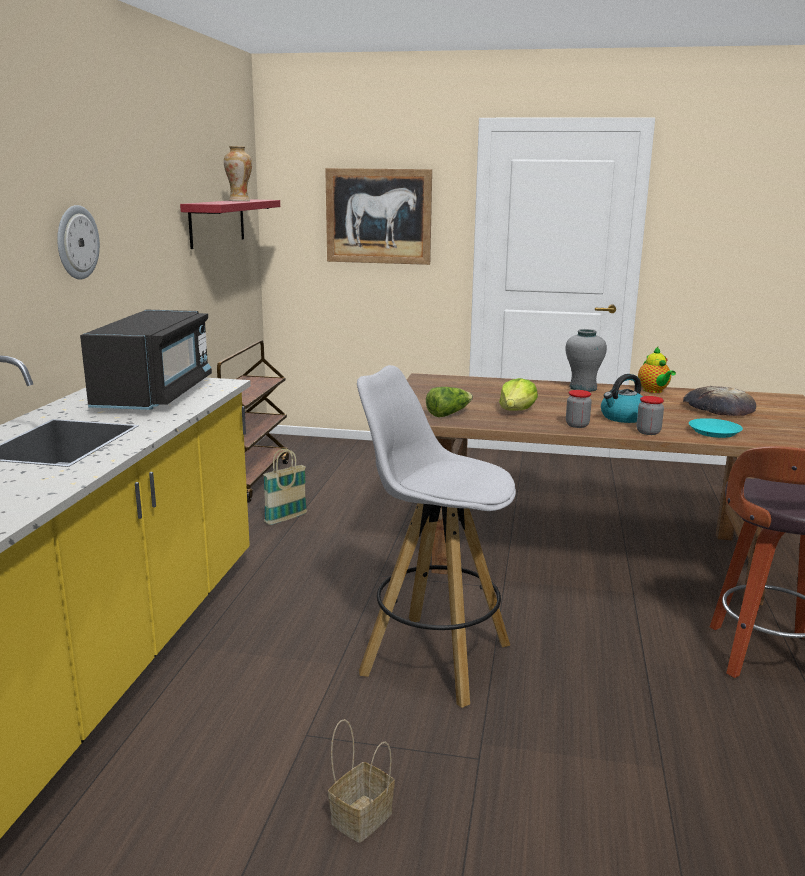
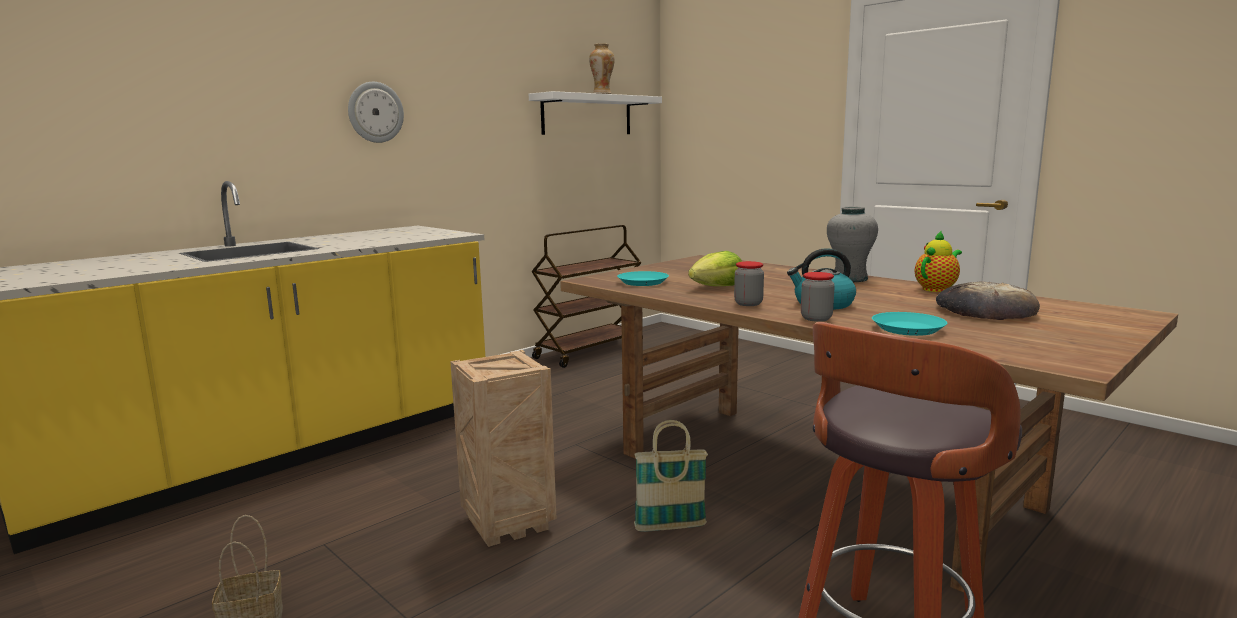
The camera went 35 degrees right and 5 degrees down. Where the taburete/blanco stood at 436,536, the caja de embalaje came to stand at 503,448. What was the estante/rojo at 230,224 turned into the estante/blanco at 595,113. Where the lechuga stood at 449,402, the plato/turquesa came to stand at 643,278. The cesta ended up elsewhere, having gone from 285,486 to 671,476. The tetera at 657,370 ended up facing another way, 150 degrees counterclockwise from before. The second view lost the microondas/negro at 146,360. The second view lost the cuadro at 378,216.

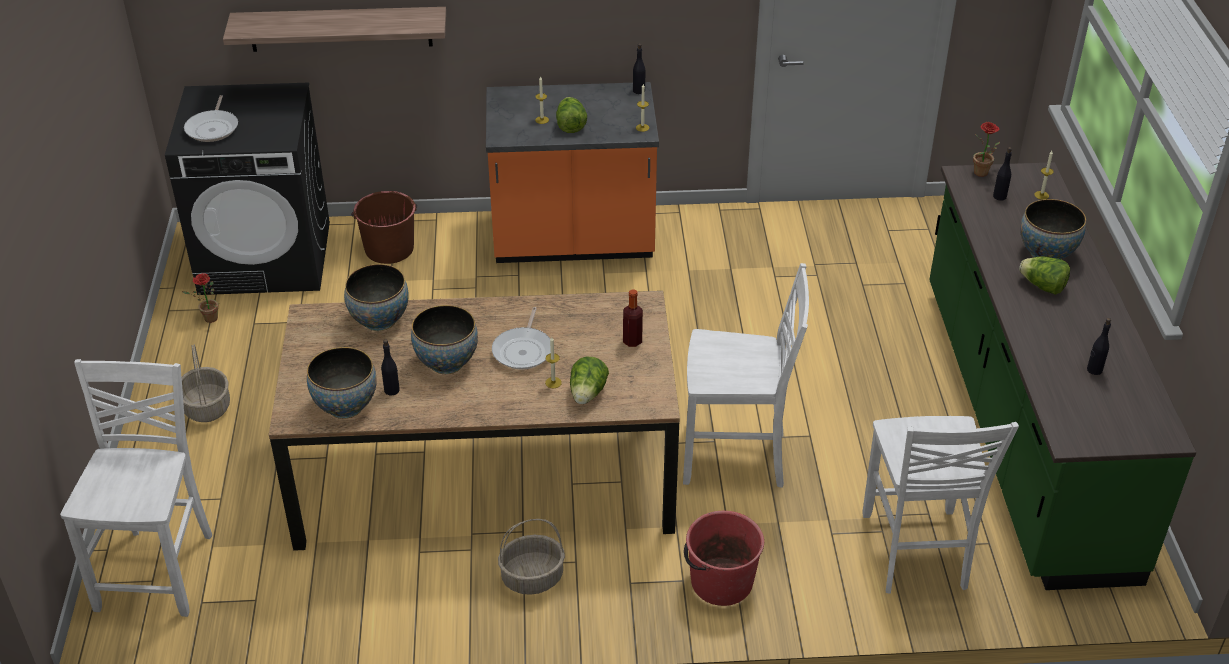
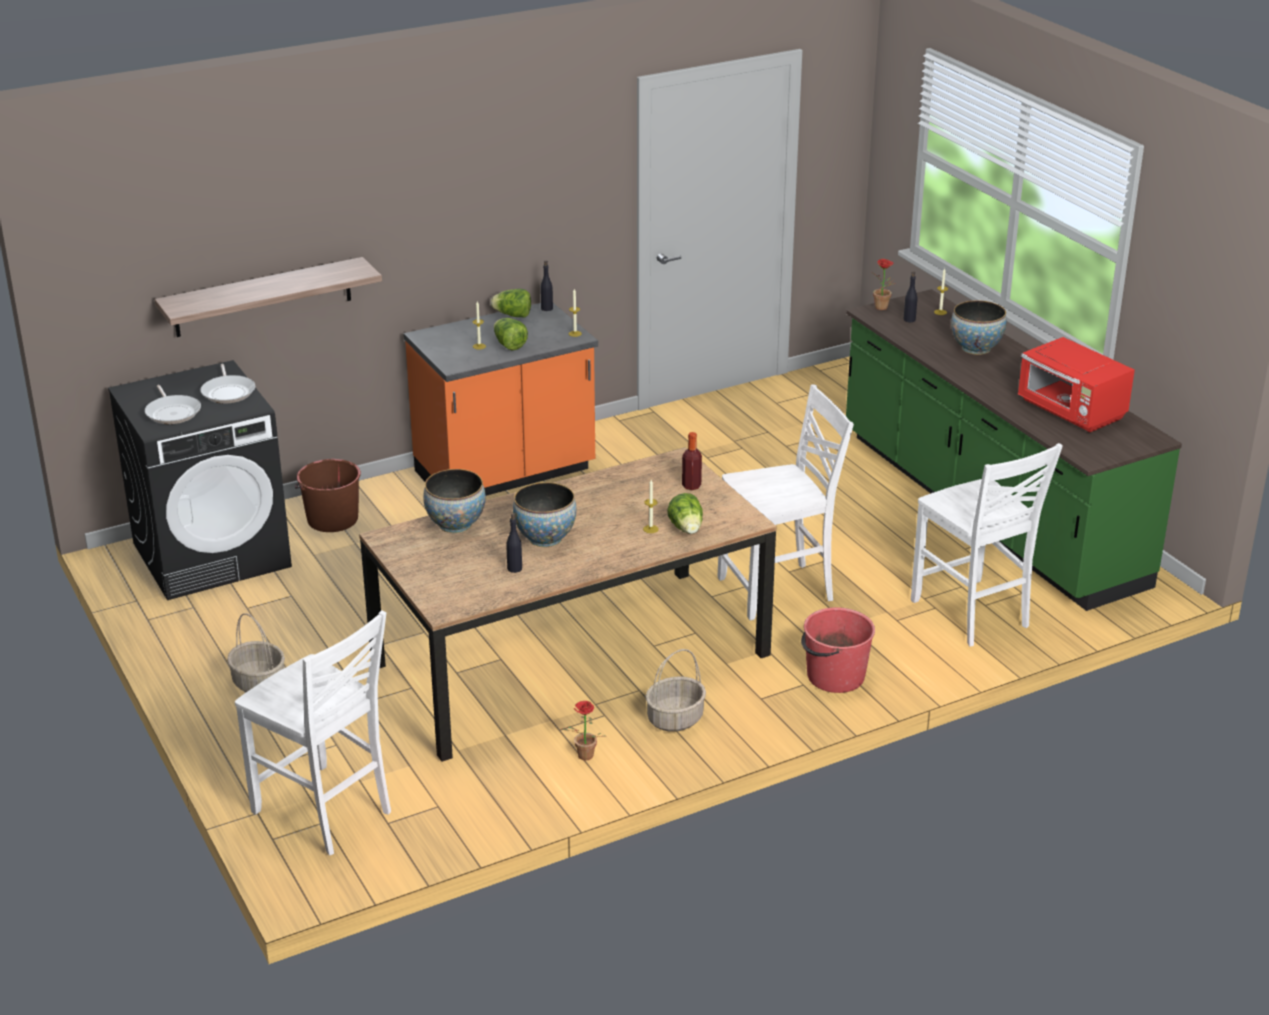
The camera went 25 degrees left and 10 degrees down. The sartén ended up elsewhere, having gone from 521,338 to 228,384. The silla/blanco at 136,488 ended up facing another way, 150 degrees clockwise from before. The lechuga ended up elsewhere, having gone from 1044,276 to 511,303. The planta en maceta ended up elsewhere, having gone from 200,298 to 583,730. Where the botella/negro stood at 1099,346, the microondas/rojo came to stand at 1076,384. The second view lost the cuenco at 342,383.

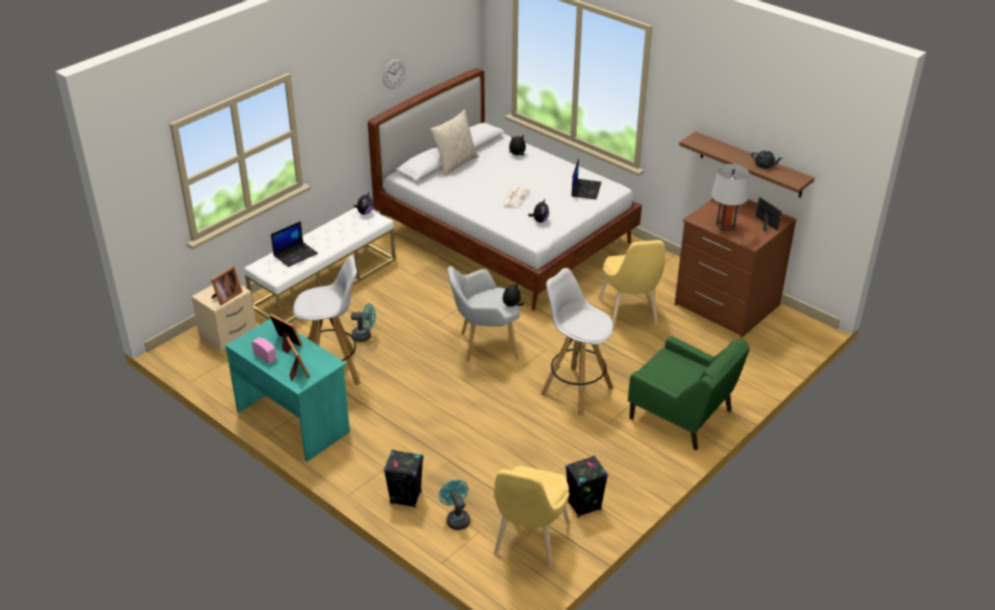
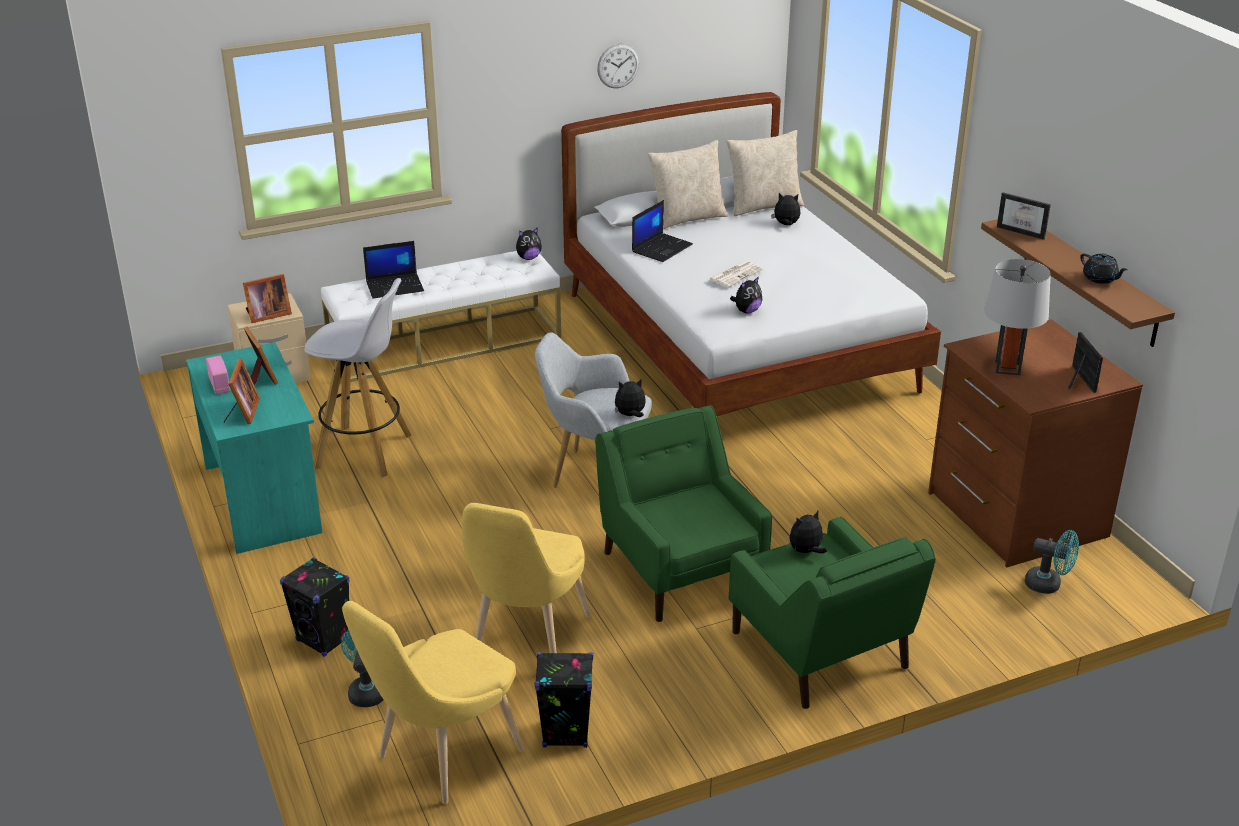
The camera went 25 degrees right and 5 degrees down. The silla/amarillo ended up elsewhere, having gone from 631,284 to 526,578. Where the taburete/blanco stood at 577,341, the sillón/verde came to stand at 683,513. The portátil ended up elsewhere, having gone from 586,178 to 662,231. The second view gained the cojín/beis at 765,173. The second view gained the peluche at 808,532. The second view gained the portarretratos at 1024,216. The ventilador/turquesa ended up elsewhere, having gone from 363,322 to 1052,562.

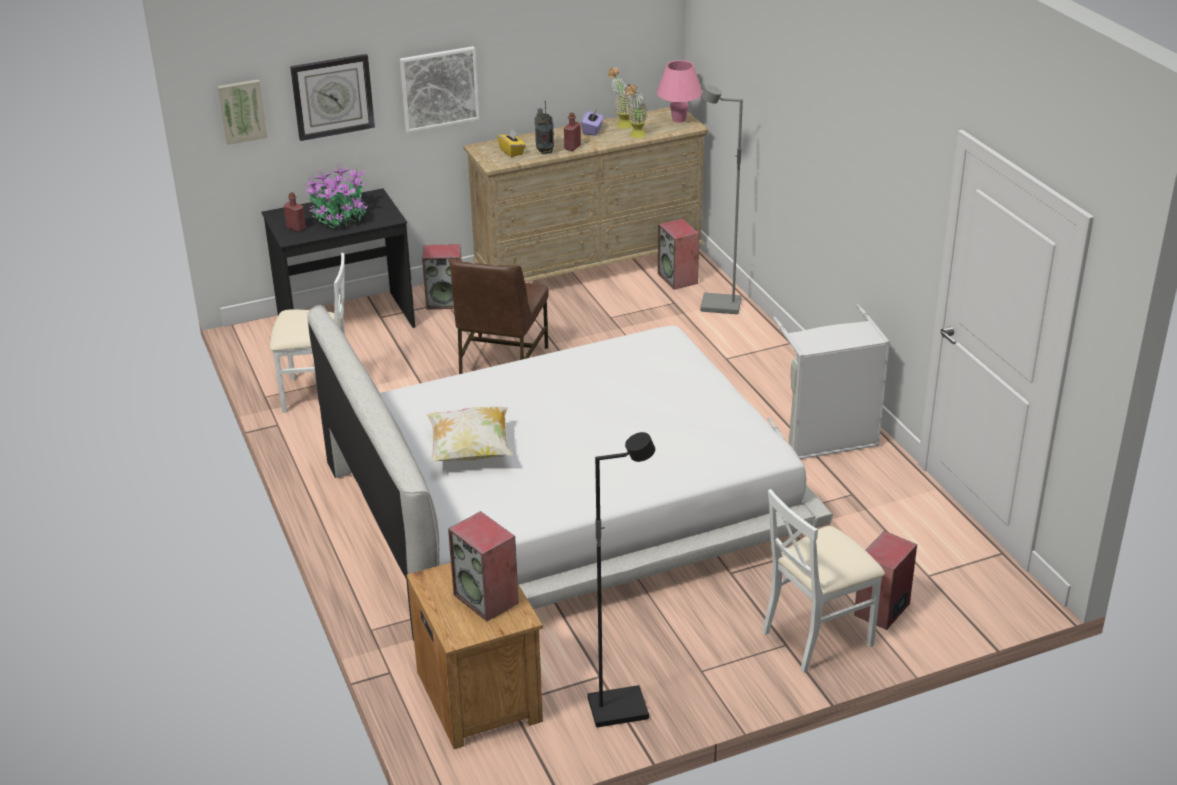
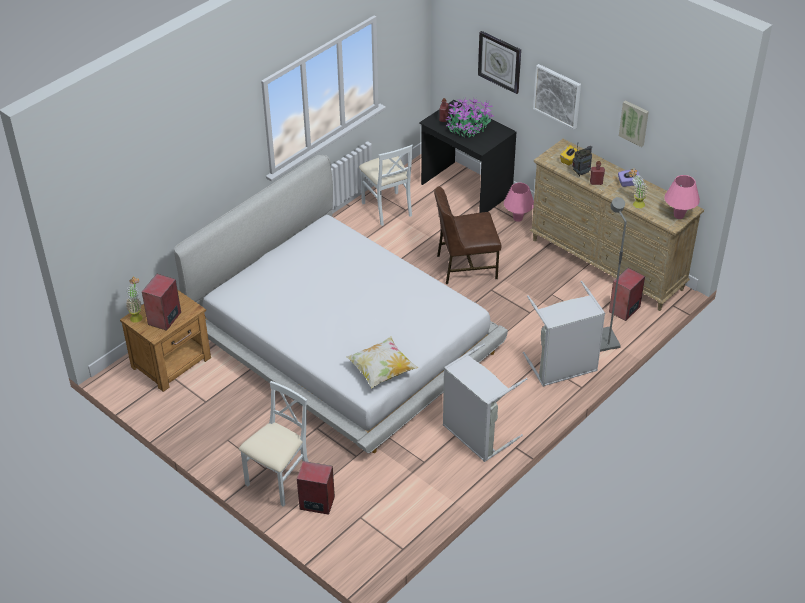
The camera went 65 degrees right and 10 degrees up. The planta en maceta ended up elsewhere, having gone from 620,98 to 134,299. The silla/blanco at 823,581 ended up facing another way, 90 degrees clockwise from before. The cojín ended up elsewhere, having gone from 469,434 to 382,362. Where the altavoz stood at 442,277, the lámpara de mesa/rosa came to stand at 519,202. The second view gained the cesto de la ropa/gris at 564,334. The cuadro ended up elsewhere, having gone from 242,112 to 634,123. The second view lost the lámpara de pie/negro at 621,579.

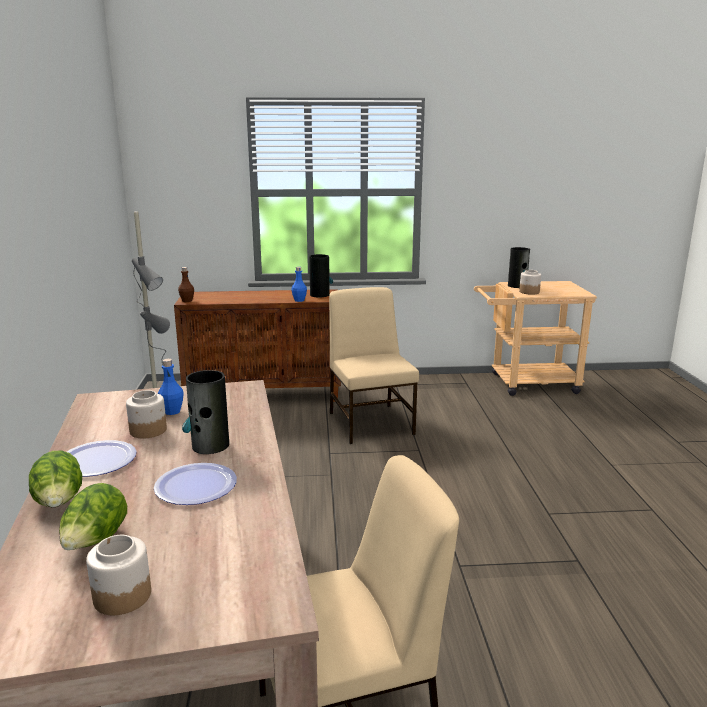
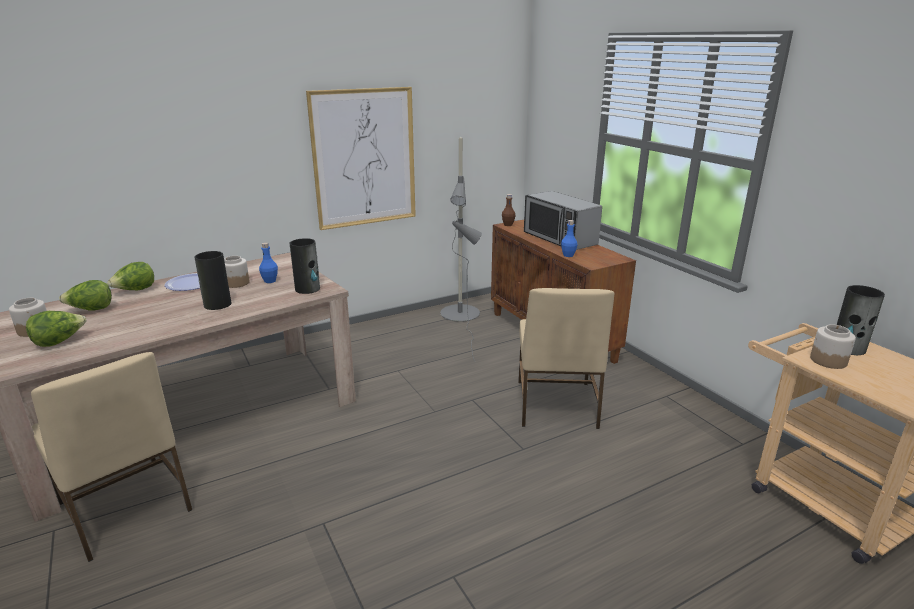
The camera went 65 degrees right and 5 degrees up. The second view gained the lechuga at 56,329. The florero ended up elsewhere, having gone from 321,275 to 305,266. The second view gained the cuadro at 361,158. The silla/beis at 374,365 ended up facing another way, 135 degrees clockwise from before. The second view gained the microondas at 563,220. The second view lost the plato at 195,484.

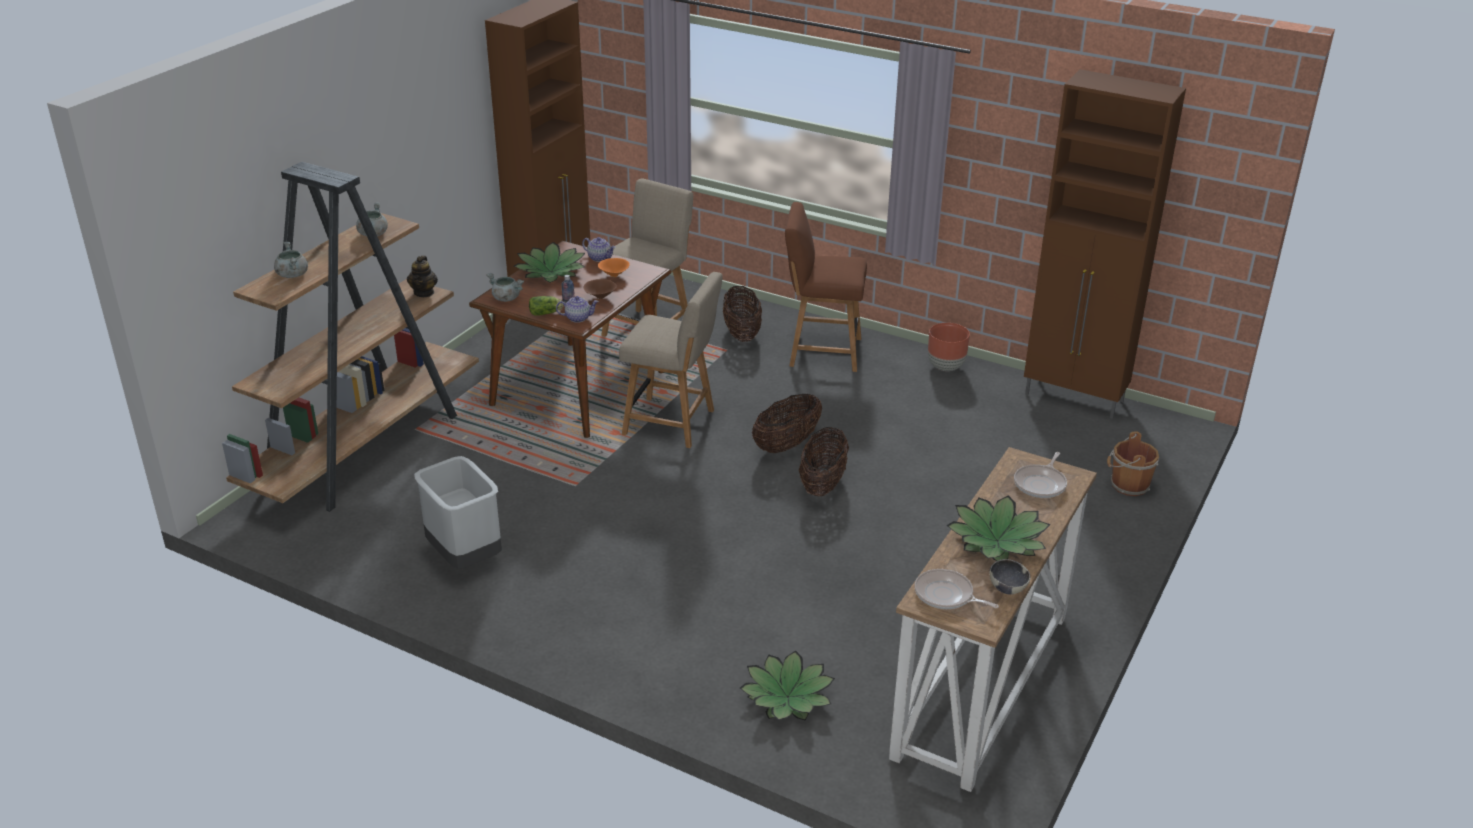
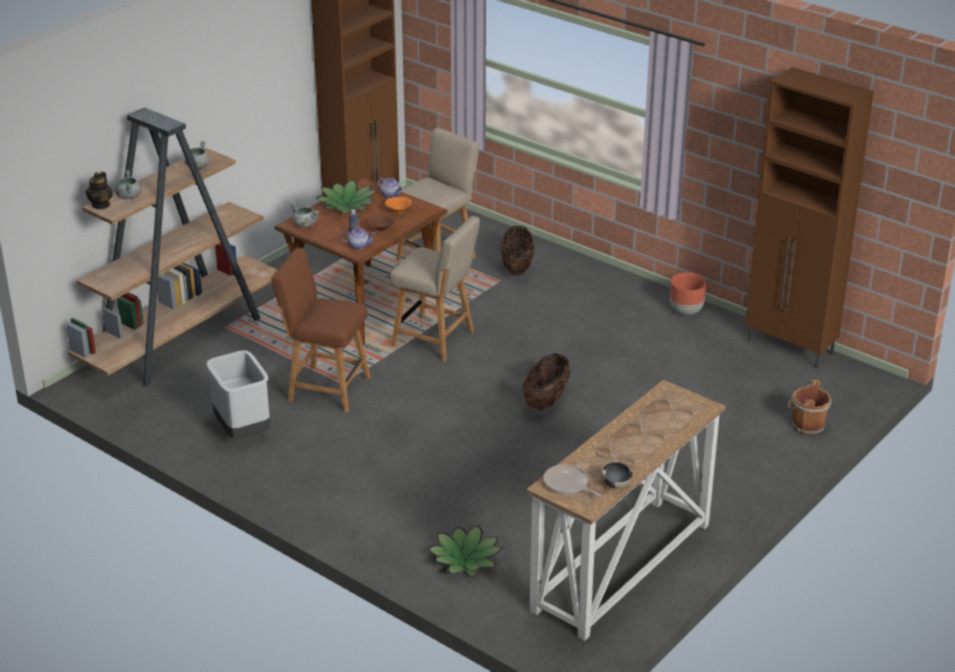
The camera went 10 degrees right and 0 degrees up. The tetera ended up elsewhere, having gone from 422,276 to 99,190. The silla/marrón ended up elsewhere, having gone from 826,287 to 321,330. The second view lost the lechuga at 546,306. The second view lost the cesta at 787,423. The second view lost the planta en maceta at 999,528. The second view lost the sartén at 1040,475.

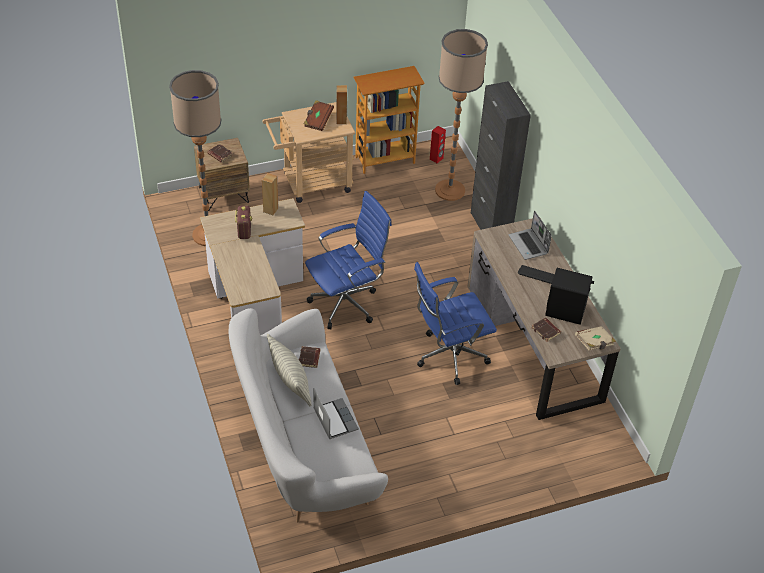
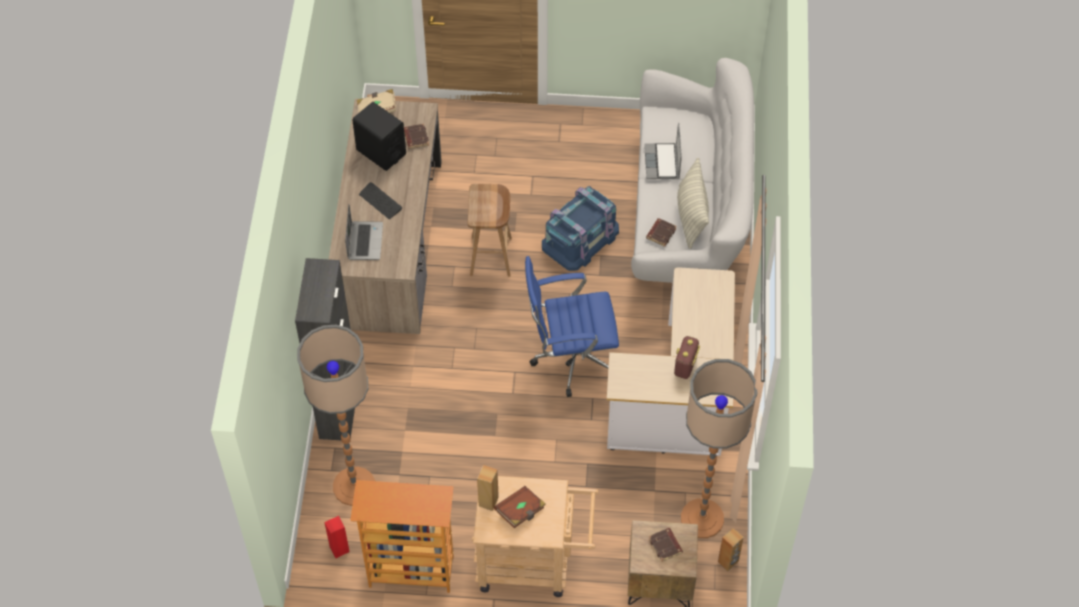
The camera went 155 degrees left and 10 degrees up. Where the silla de oficina/azul stood at 455,323, the taburete/marrón came to stand at 489,230. The second view gained the caja de almacenaje/azul at 580,228. The altavoz/marrón ended up elsewhere, having gone from 270,194 to 731,549.

